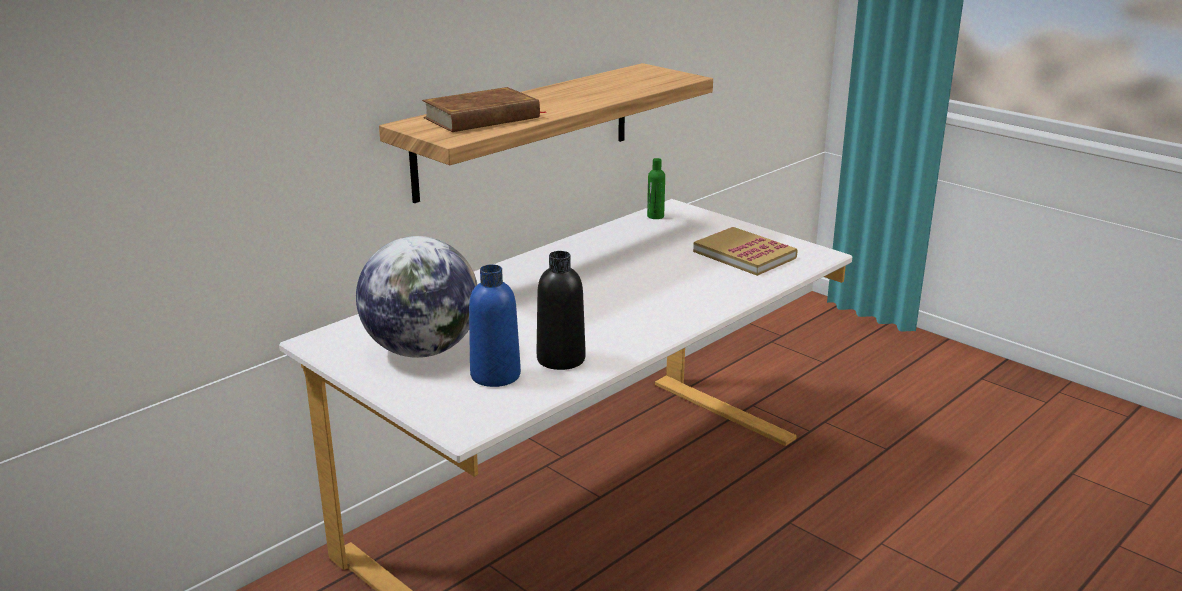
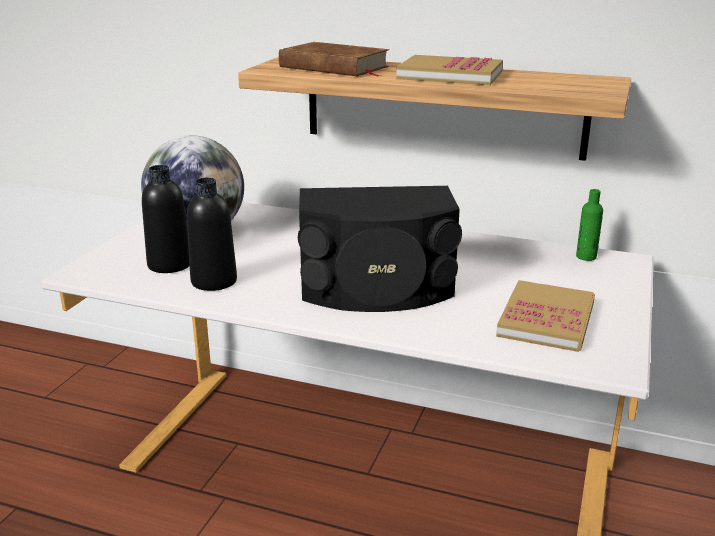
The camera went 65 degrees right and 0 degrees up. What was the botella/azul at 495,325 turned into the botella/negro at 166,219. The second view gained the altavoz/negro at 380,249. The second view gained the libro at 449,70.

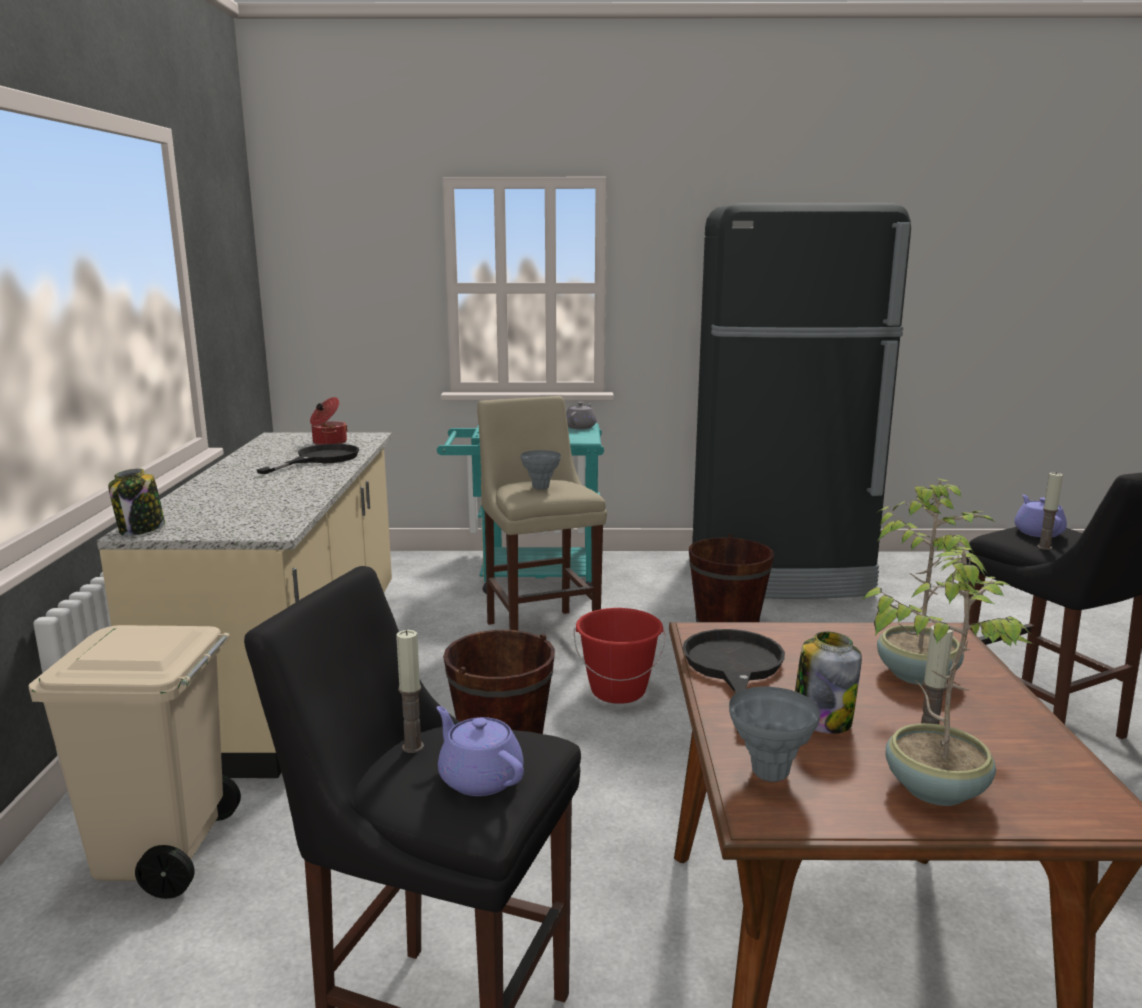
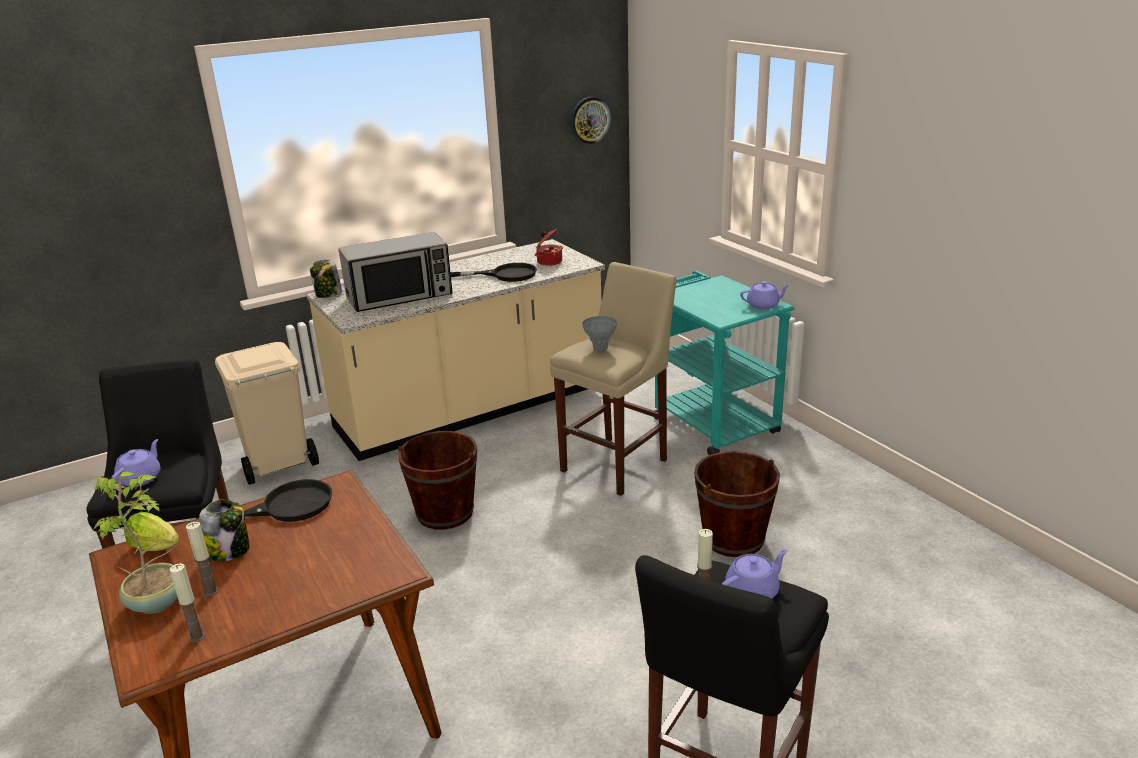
The camera went 60 degrees right and 10 degrees up. Where the florero/gris stood at 774,734, the lechuga came to stand at 151,531. The vela ended up elsewhere, having gone from 410,691 to 187,602. The second view gained the microondas at 396,272. The second view gained the reloj de pared at 591,120. What was the tetera/gris at 581,415 turned into the tetera/morado at 765,295. The second view lost the cubo/rojo at 619,656. The second view lost the nevera/negro at 801,401. The second view lost the planta en maceta at 934,581.

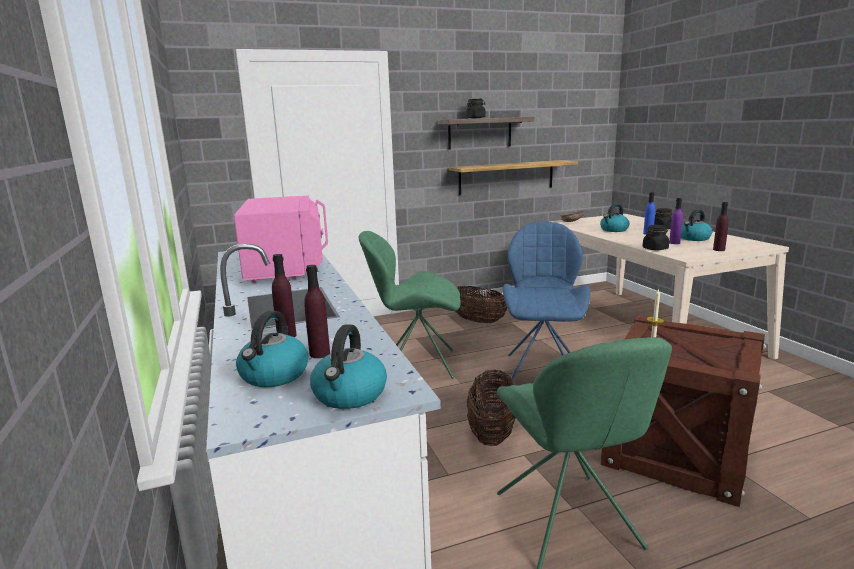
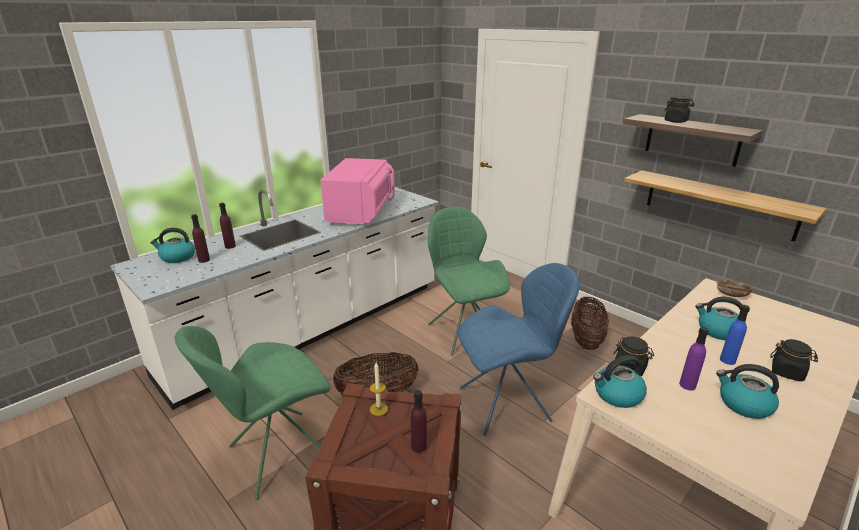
The camera went 65 degrees right and 10 degrees up. The microondas/rosa at 281,239 ended up facing another way, 45 degrees counterclockwise from before. The botella/morado ended up elsewhere, having gone from 721,226 to 419,421. The hervidor ended up elsewhere, having gone from 348,366 to 620,381.

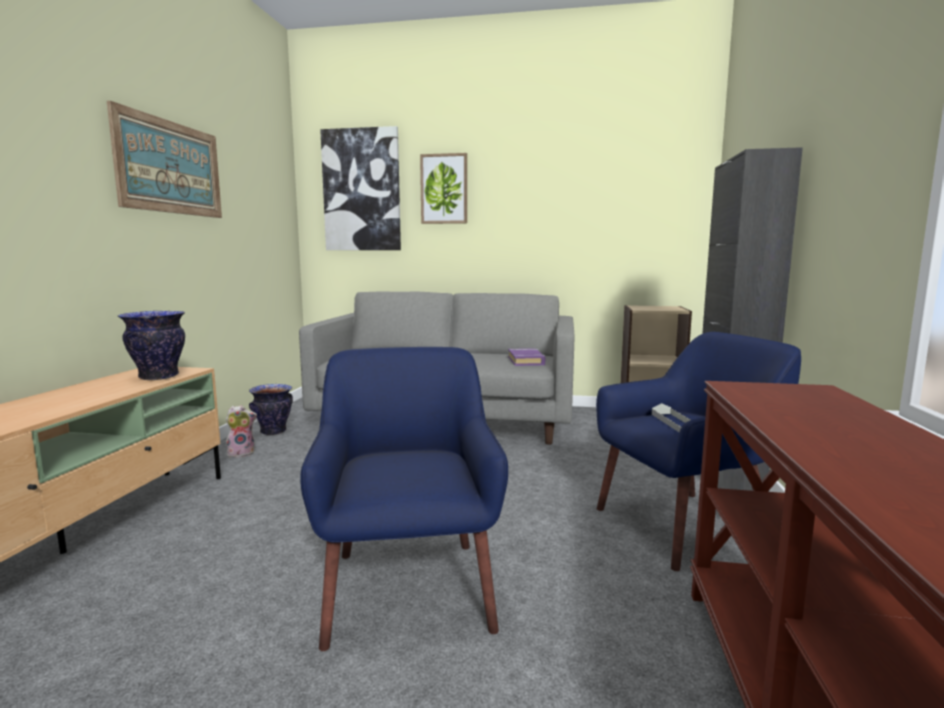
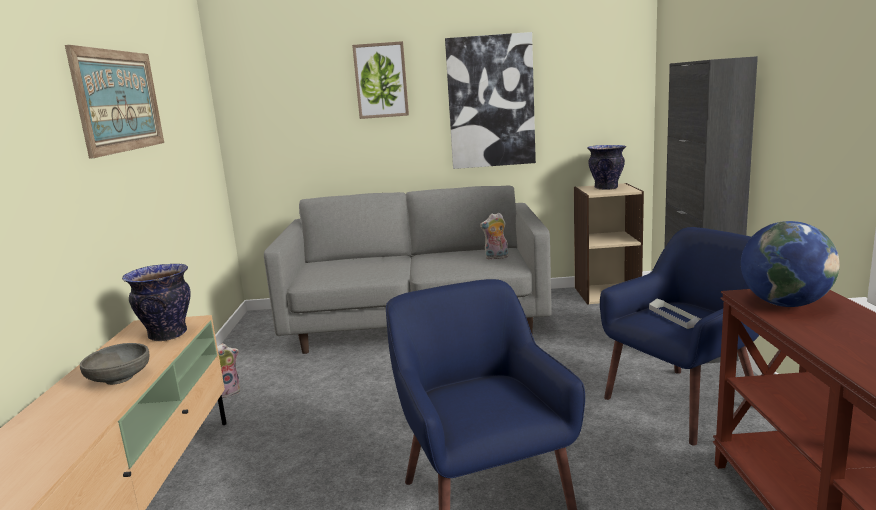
The camera went 10 degrees left and 5 degrees up. The second view gained the cuenco/gris at 115,364. The cuadro ended up elsewhere, having gone from 360,188 to 490,100. Where the libro/morado stood at 526,357, the peluche came to stand at 494,236. The florero ended up elsewhere, having gone from 271,409 to 606,167. The second view gained the globo terráqueo at 790,264.

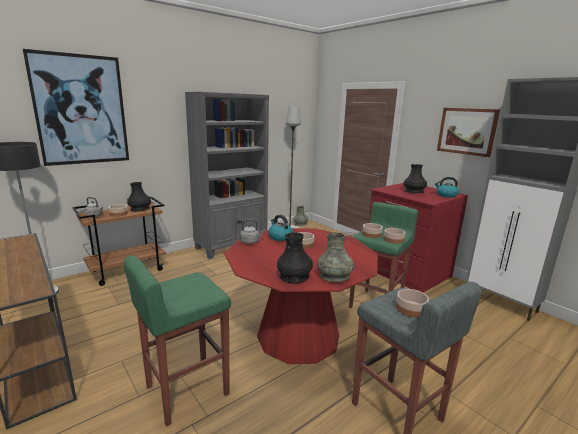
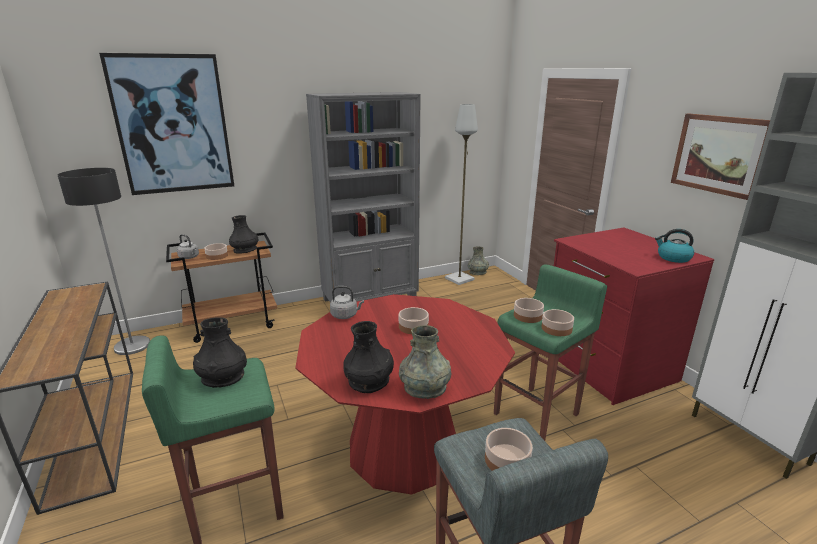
The camera went 15 degrees right and 5 degrees up. The florero/negro ended up elsewhere, having gone from 415,178 to 220,352. The second view lost the hervidor at 280,228.

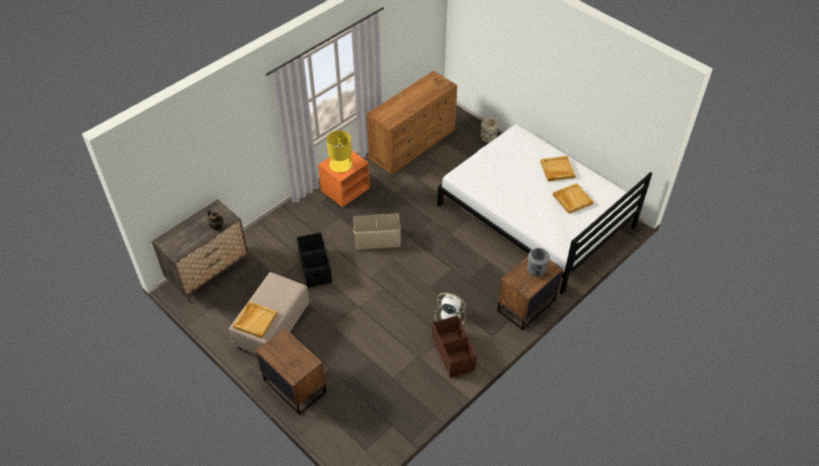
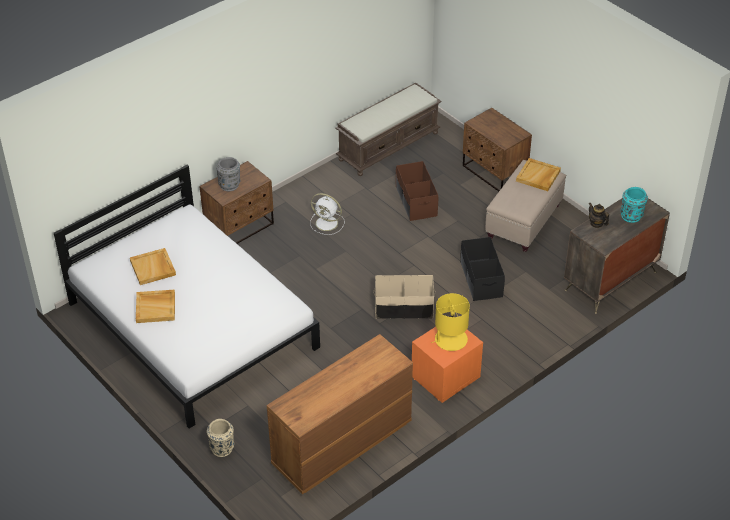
The camera went 175 degrees left and 5 degrees down. The second view gained the banco/marrón at 389,129. The caja de almacenaje/marrón ended up elsewhere, having gone from 454,346 to 417,191. The second view gained the florero/turquesa at 634,205.

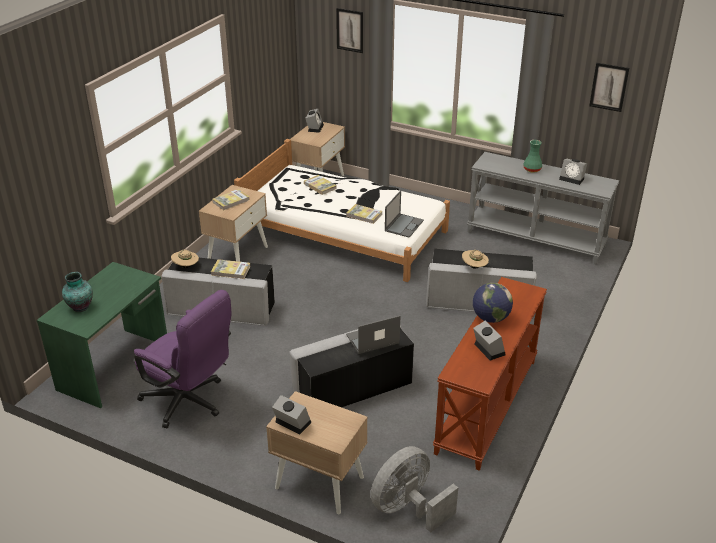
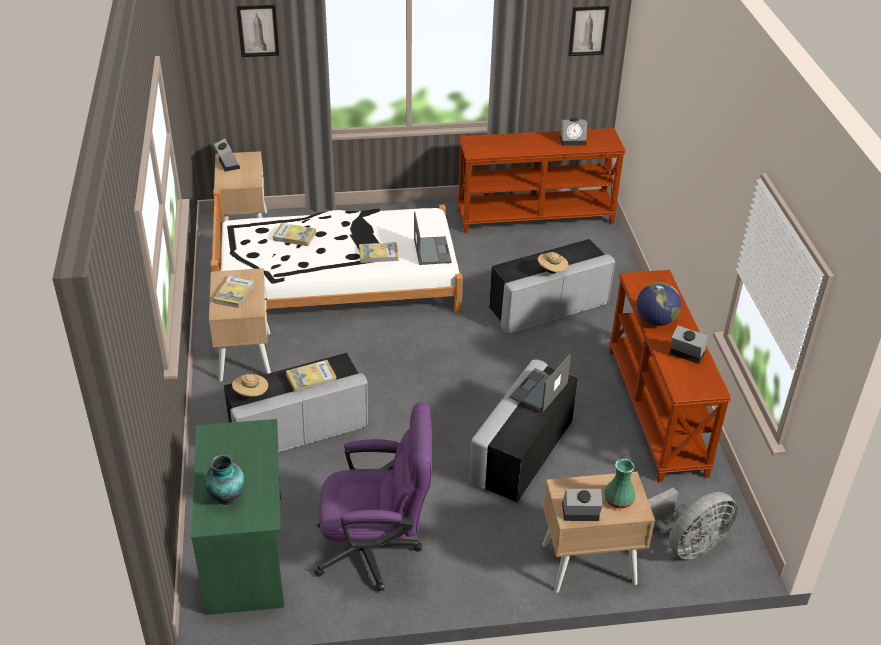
The camera went 35 degrees left and 5 degrees up. What was the mesa consola/gris at 543,208 turned into the mesa consola/marrón at 541,180. The florero/verde ended up elsewhere, having gone from 532,156 to 620,484. The ventilador/gris at 414,489 ended up facing another way, 135 degrees counterclockwise from before.

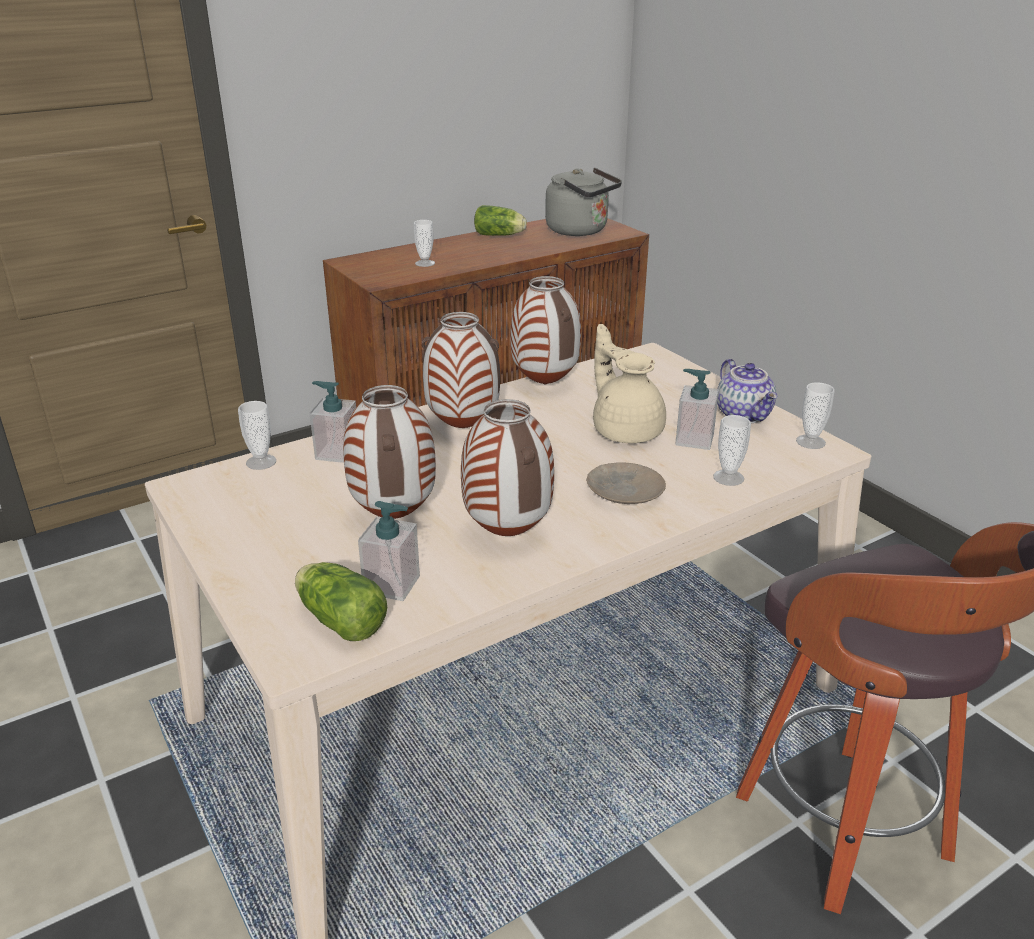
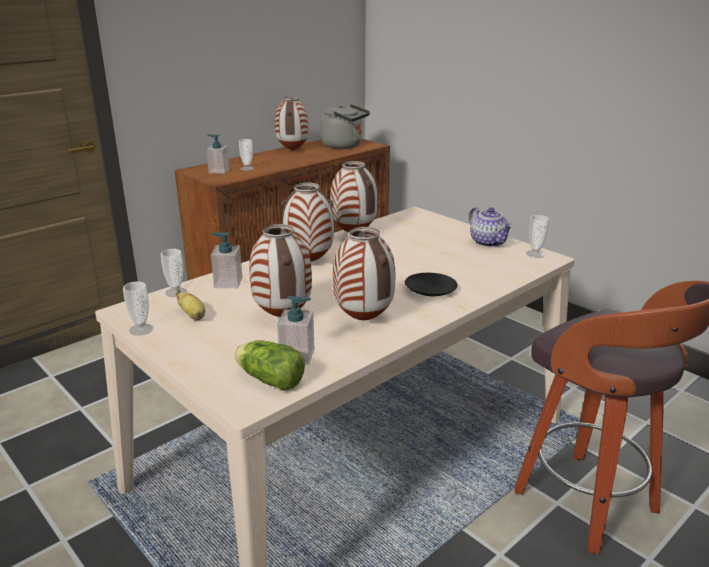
The camera went 10 degrees left and 5 degrees down. The taza ended up elsewhere, having gone from 732,450 to 138,308. The second view gained the plátano at 190,305. The dispensador de jabón ended up elsewhere, having gone from 697,409 to 217,154. Where the lechuga stood at 500,220, the florero came to stand at 292,123. What was the plato/beis at 626,483 turned into the plato/negro at 431,284. The second view lost the tetera/beis at 629,383.

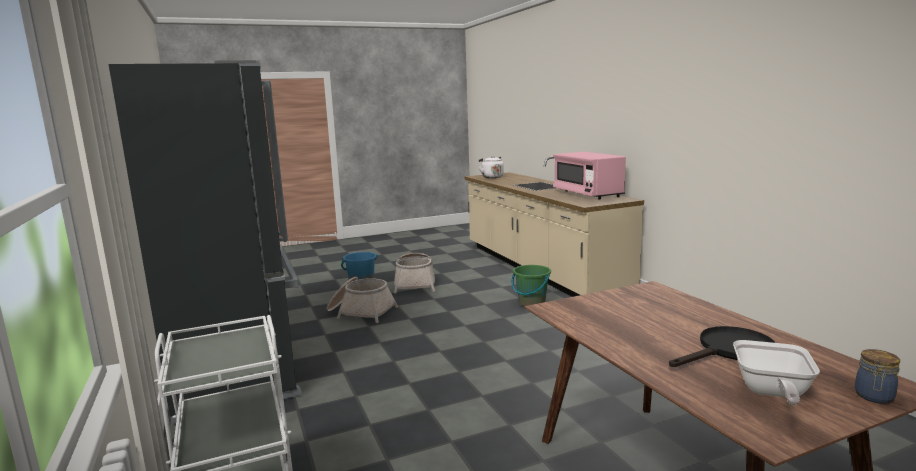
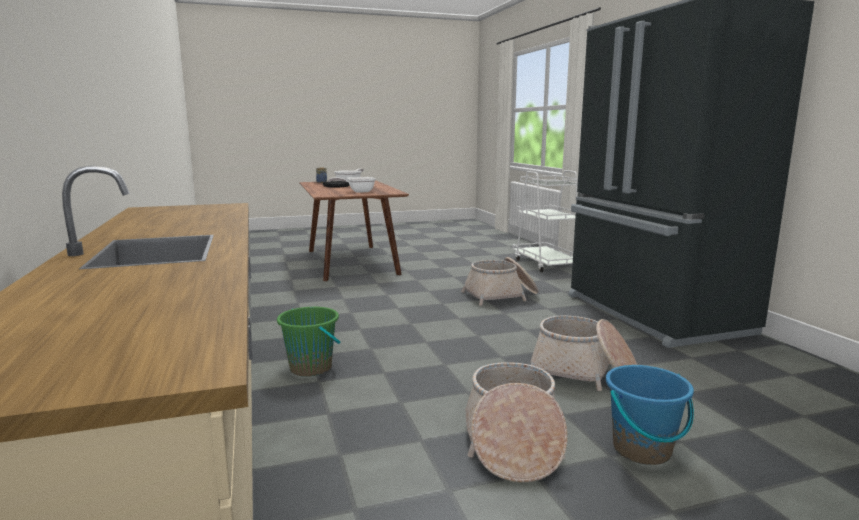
The camera went 175 degrees left and 0 degrees up. The second view gained the sartén at 352,185. The second view gained the cesta at 500,281. The second view lost the hervidor/blanco at 491,167. The second view lost the microondas/rosa at 589,175.

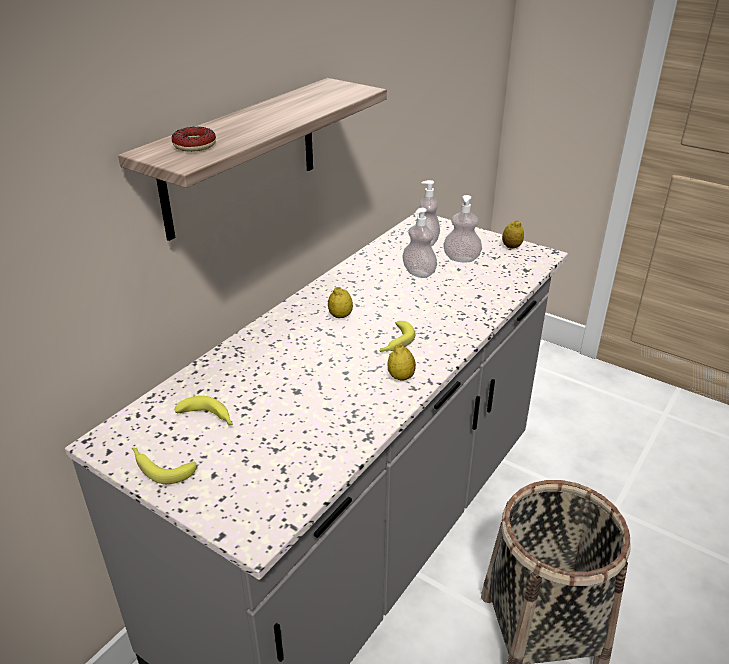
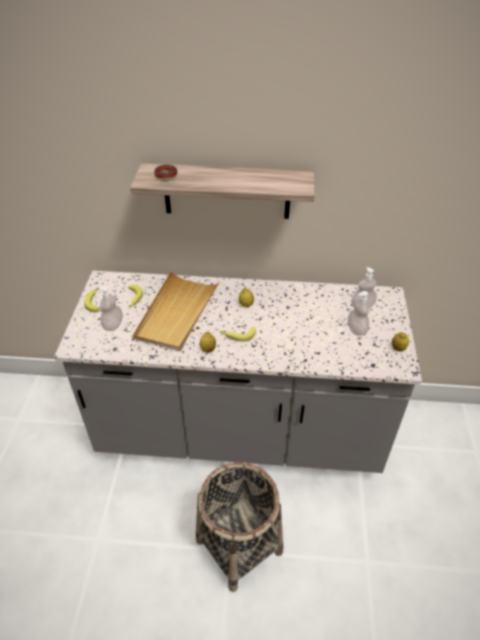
The camera went 60 degrees right and 10 degrees up. The dispensador de jabón ended up elsewhere, having gone from 419,243 to 111,309. The second view gained the bandeja/beis at 176,311.

